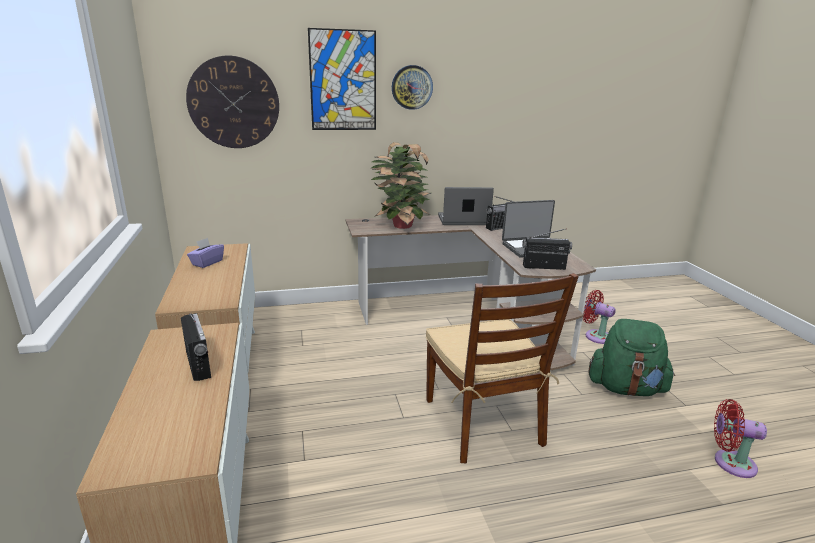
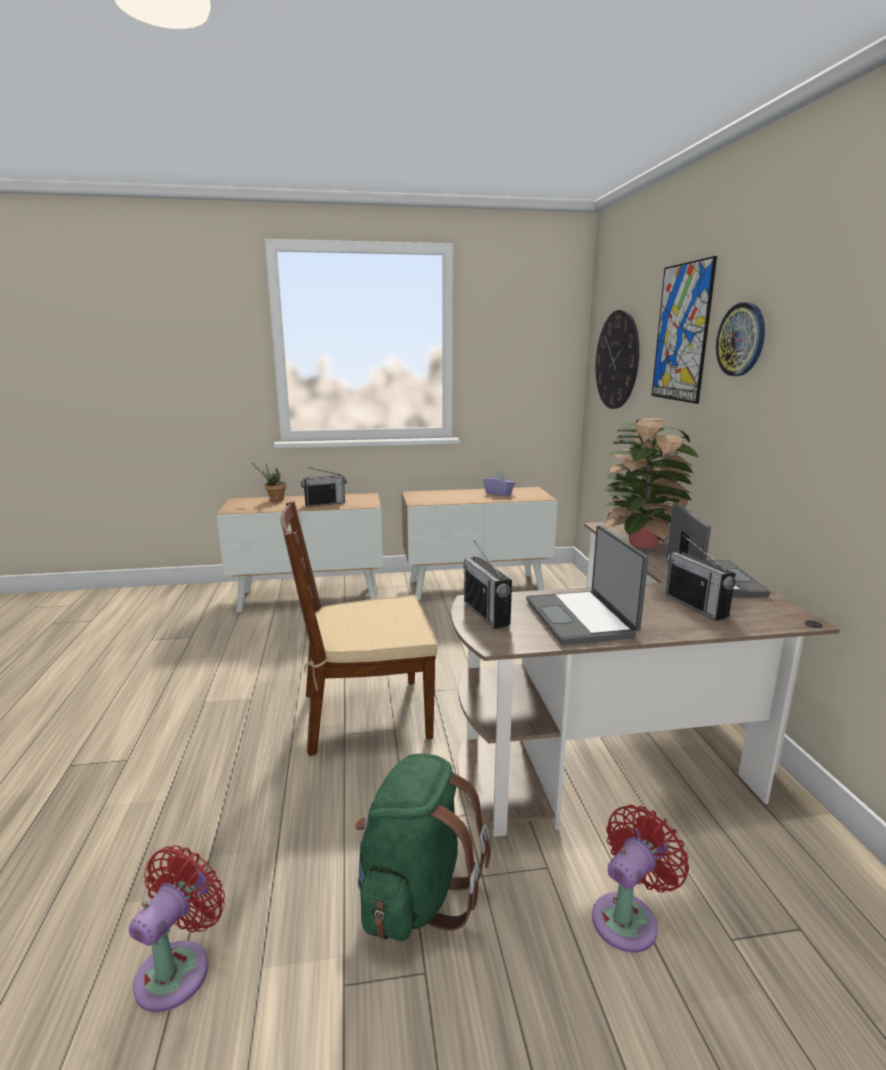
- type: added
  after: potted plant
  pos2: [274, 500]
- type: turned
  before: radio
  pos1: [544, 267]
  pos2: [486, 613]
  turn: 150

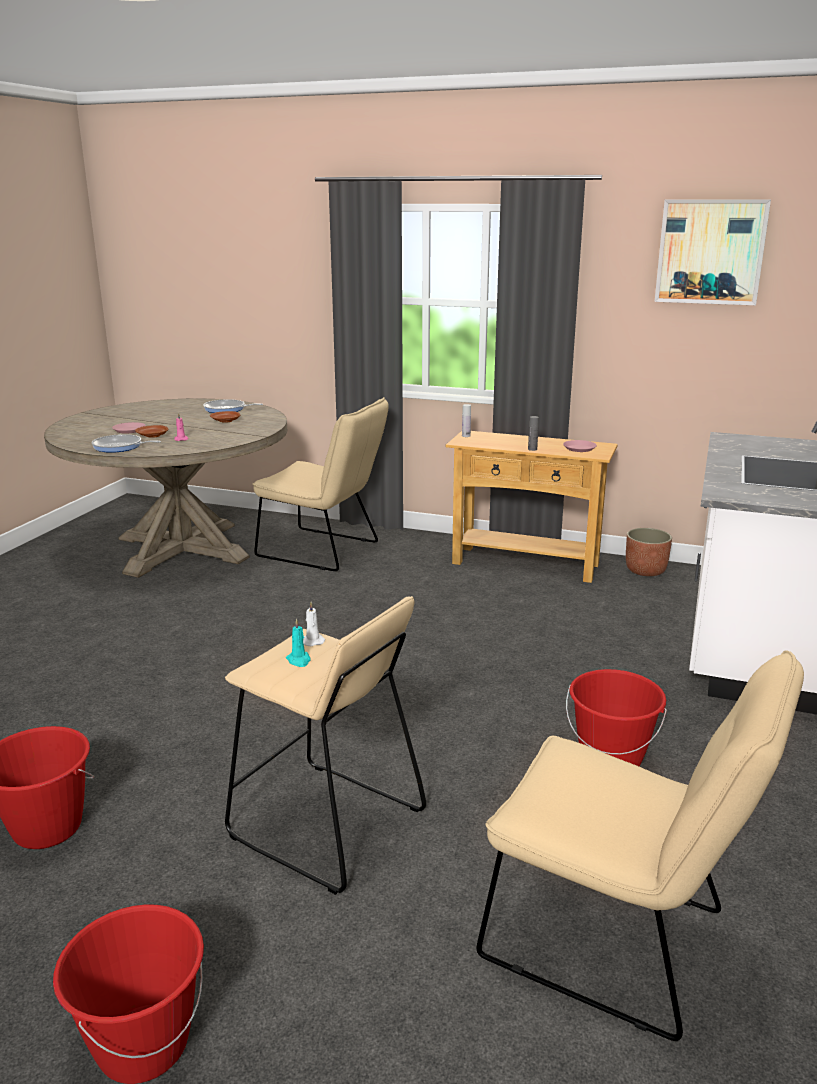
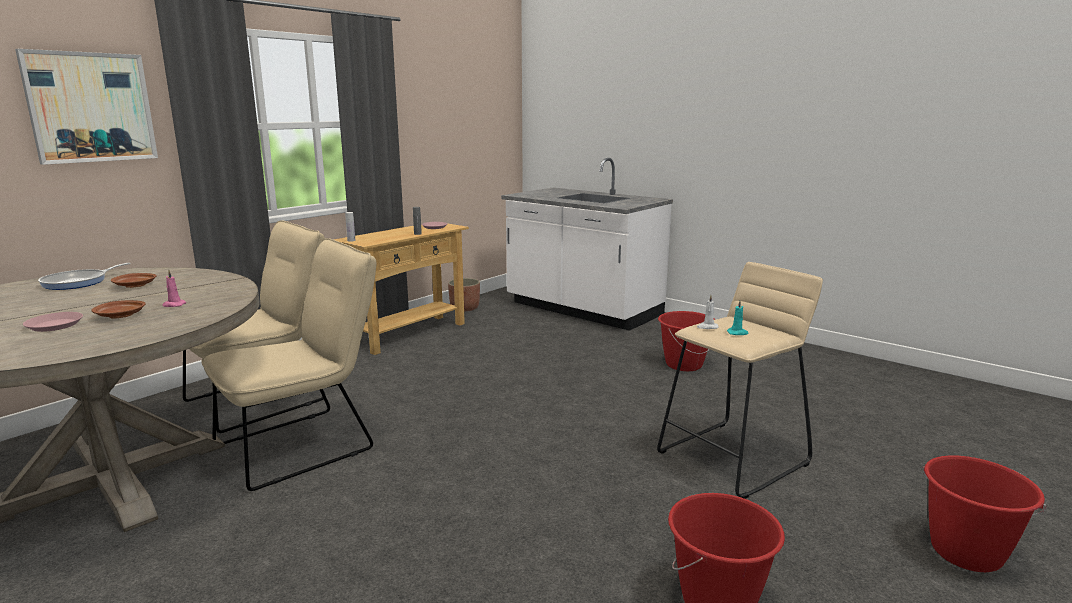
- type: removed
  before: frying pan
  pos1: [120, 447]
- type: moved
  before: beige chair
  pos1: [619, 942]
  pos2: [305, 444]
- type: moved
  before: picture
  pos1: [710, 252]
  pos2: [90, 107]

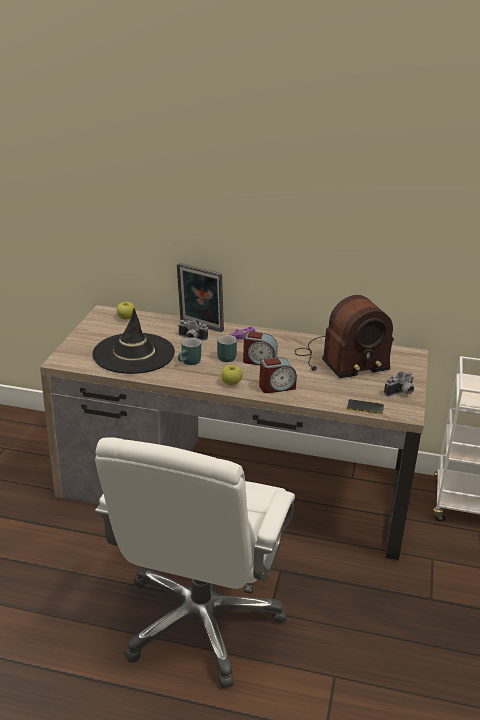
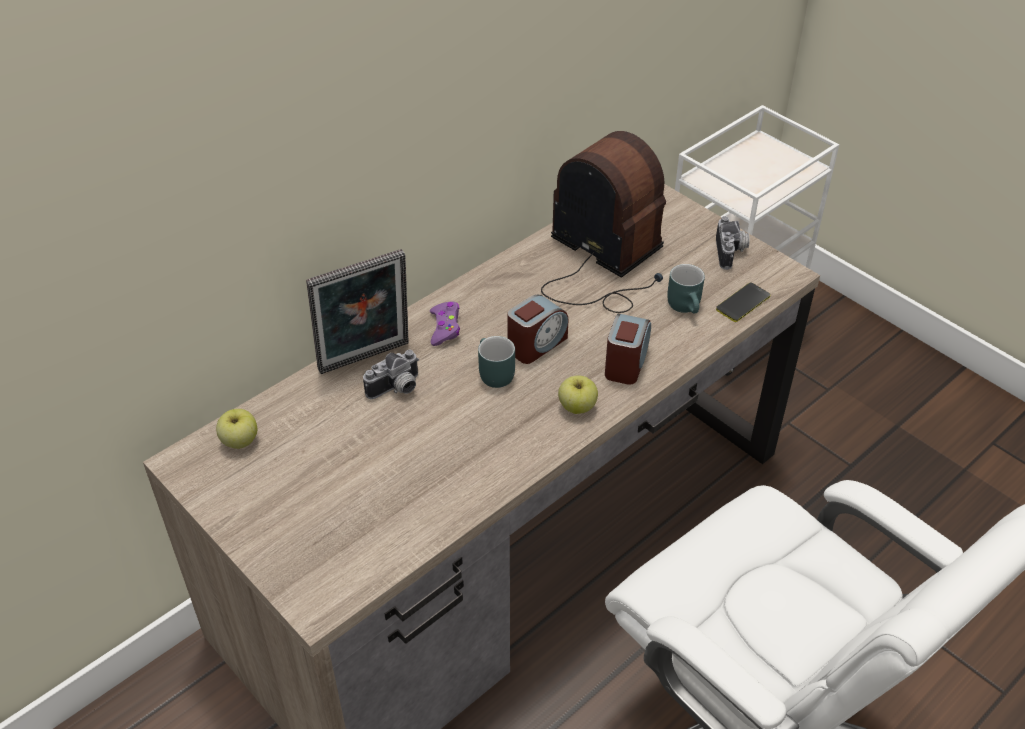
- type: removed
  before: black hat
  pos1: [133, 354]
- type: moved
  before: turquoise mug
  pos1: [190, 362]
  pos2: [687, 306]
- type: turned
  before: radio
  pos1: [339, 360]
  pos2: [603, 263]
  turn: -60

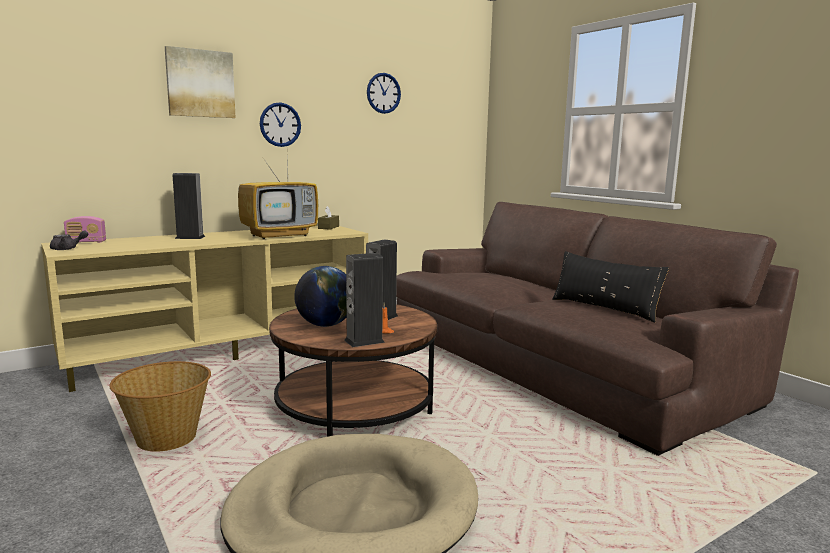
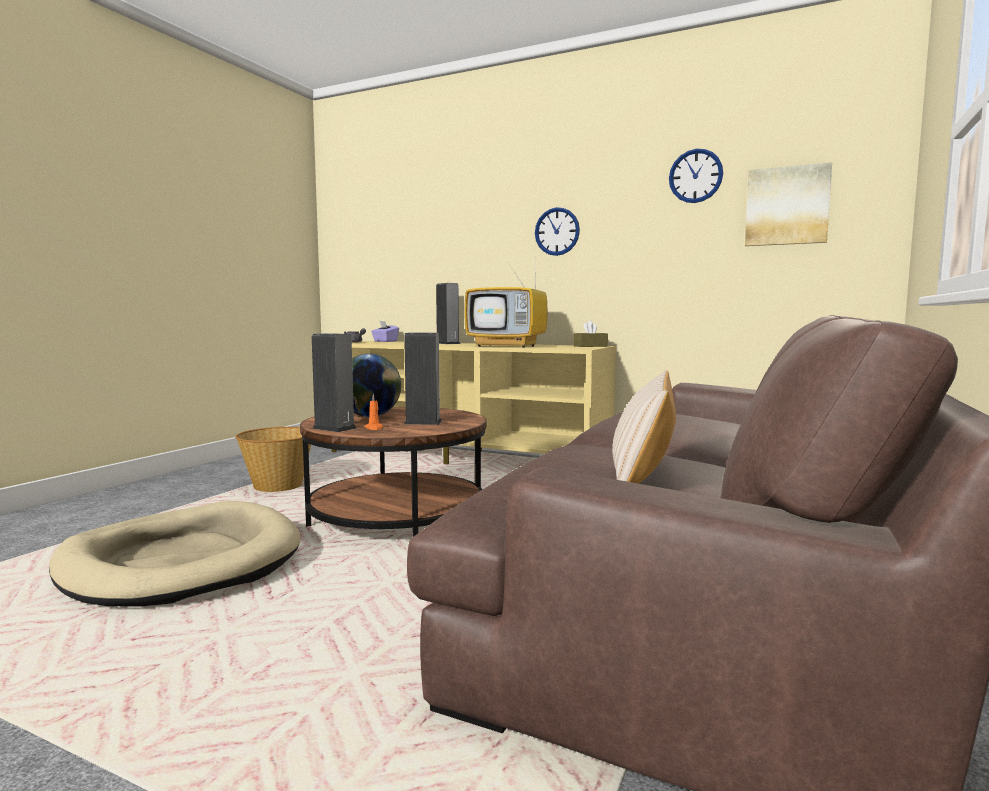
- type: moved
  before: picture
  pos1: [200, 83]
  pos2: [787, 206]
- type: replaced
  before: radio
  after: purple tissue box
  pos1: [86, 242]
  pos2: [385, 341]
- type: recoloured
  before: black pillow
  after: beige pillow
  pos1: [604, 308]
  pos2: [643, 470]

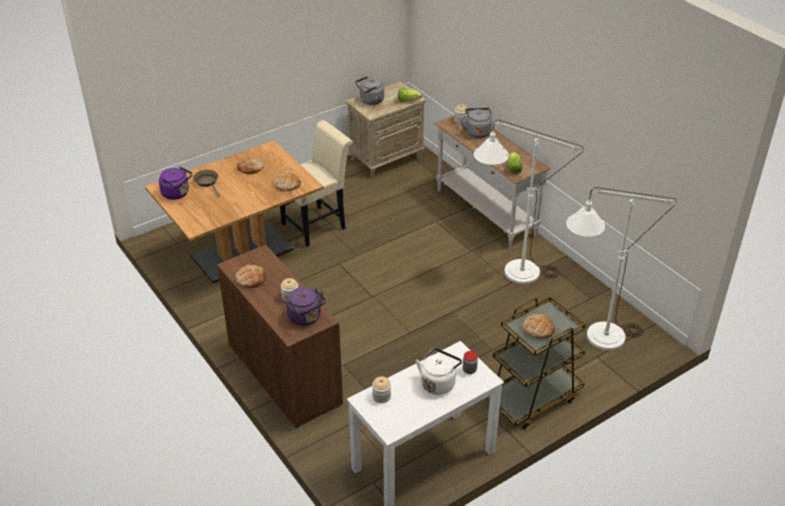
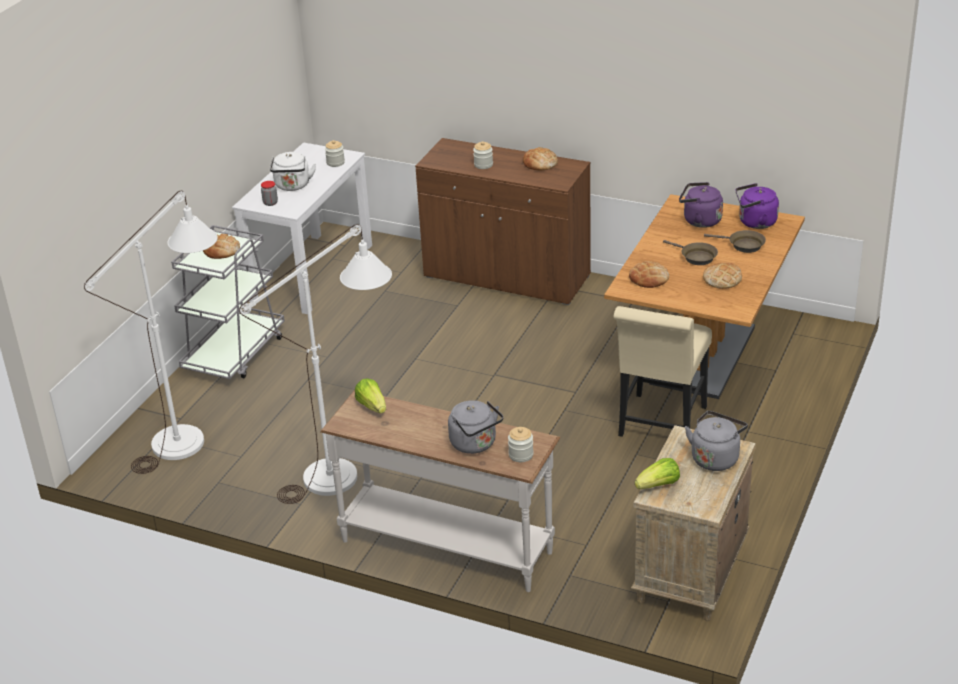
- type: added
  after: brown frying pan
  pos2: [696, 257]
- type: moved
  before: purple kettle
  pos1: [306, 318]
  pos2: [699, 220]
- type: recoloured
  before: brown cart
  after: grey cart
  pos1: [532, 398]
  pos2: [235, 353]

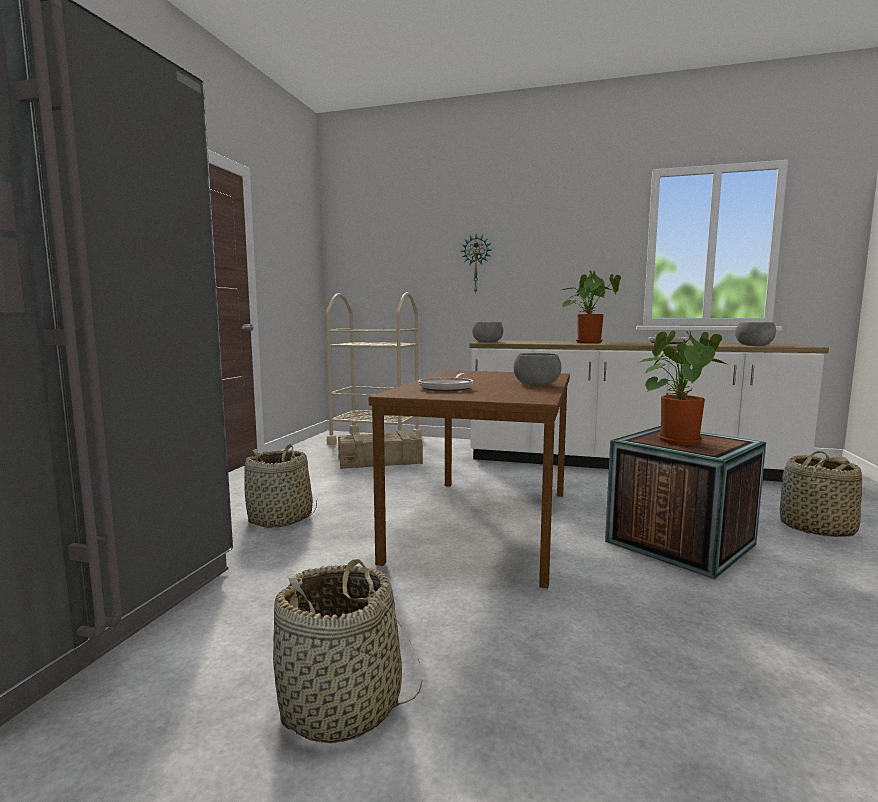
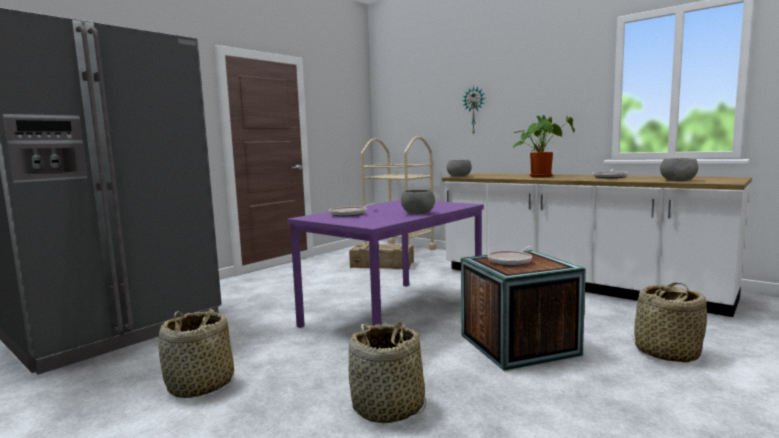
- type: moved
  before: basket
  pos1: [281, 519]
  pos2: [388, 407]
- type: replaced
  before: potted plant
  after: frying pan
  pos1: [676, 440]
  pos2: [511, 261]
- type: recoloured
  before: brown dining table
  after: purple dining table
  pos1: [486, 524]
  pos2: [394, 313]

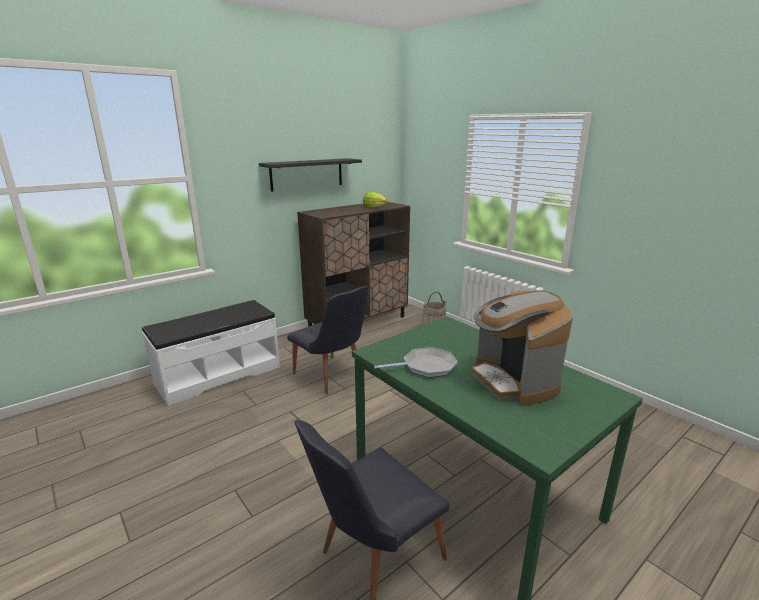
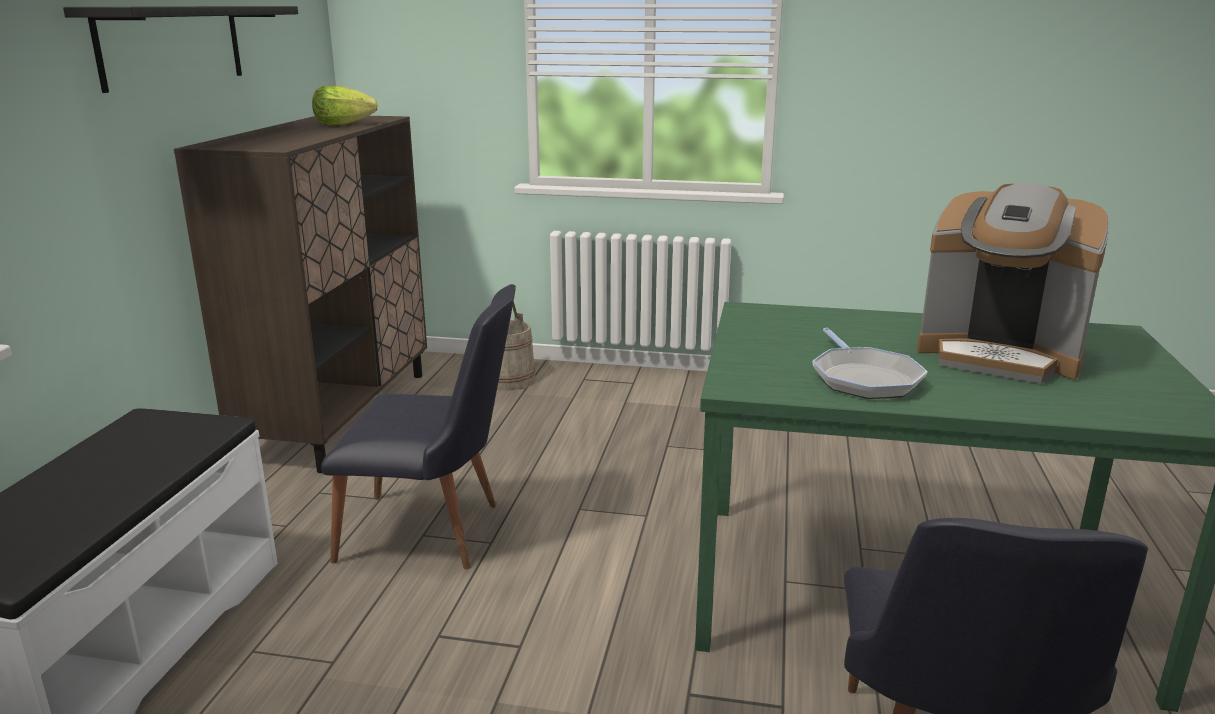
- type: turned
  before: frying pan
  pos1: [426, 367]
  pos2: [863, 378]
  turn: 135

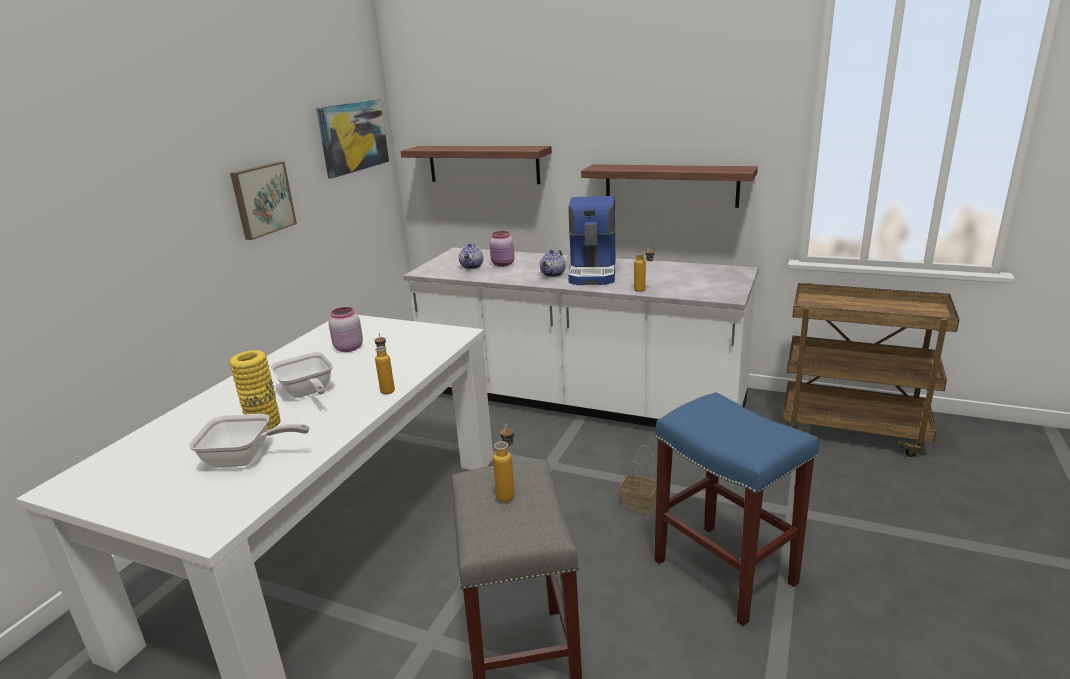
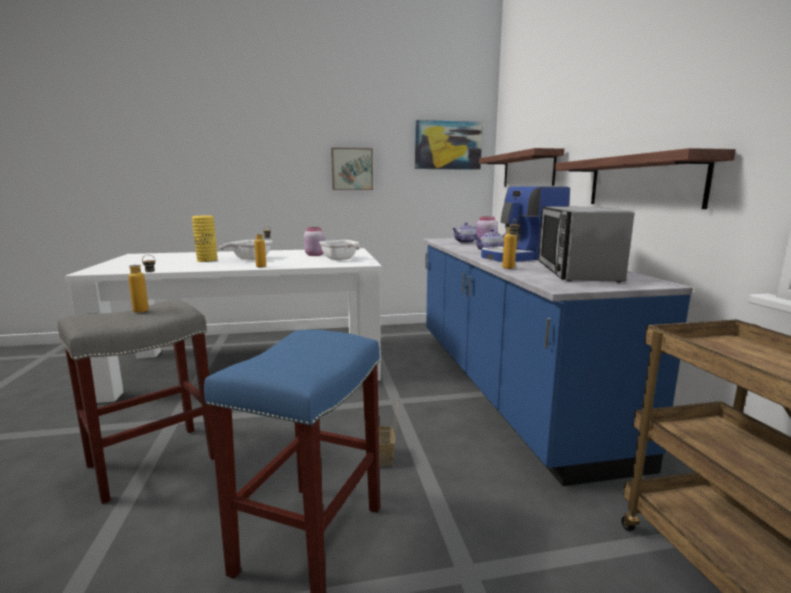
- type: added
  after: microwave
  pos2: [575, 271]
- type: moved
  before: frying pan
  pos1: [245, 458]
  pos2: [341, 259]
- type: recoloured
  before: white counter
  after: blue counter
  pos1: [580, 400]
  pos2: [504, 385]

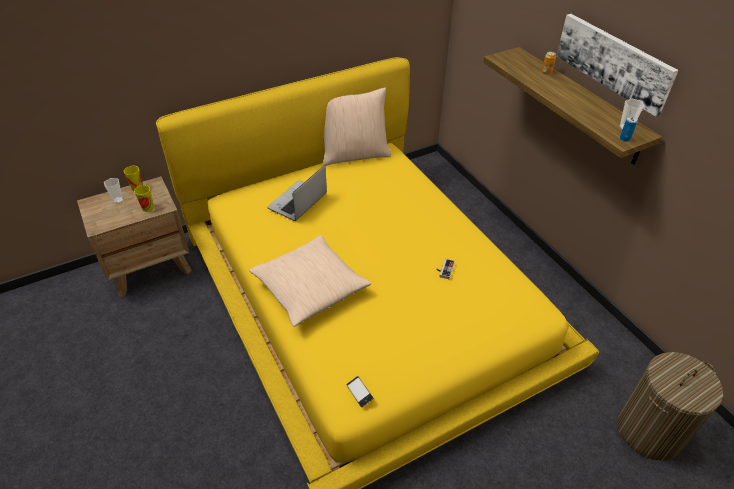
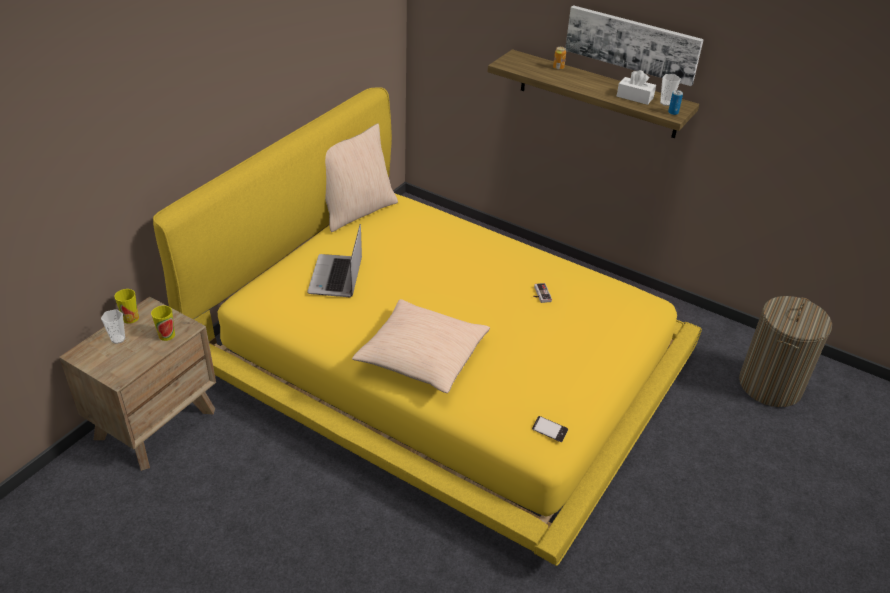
- type: added
  after: white tissue box
  pos2: [634, 97]

